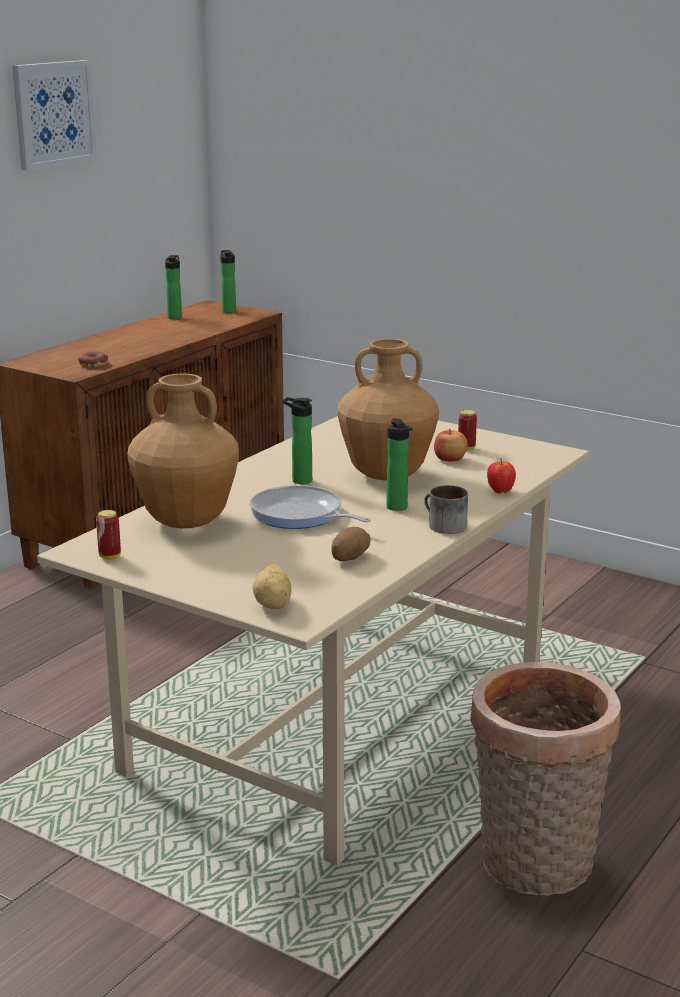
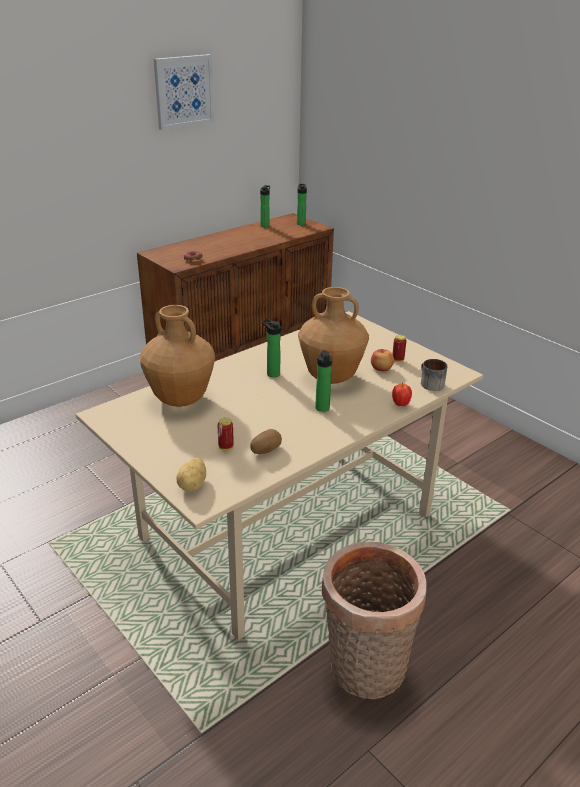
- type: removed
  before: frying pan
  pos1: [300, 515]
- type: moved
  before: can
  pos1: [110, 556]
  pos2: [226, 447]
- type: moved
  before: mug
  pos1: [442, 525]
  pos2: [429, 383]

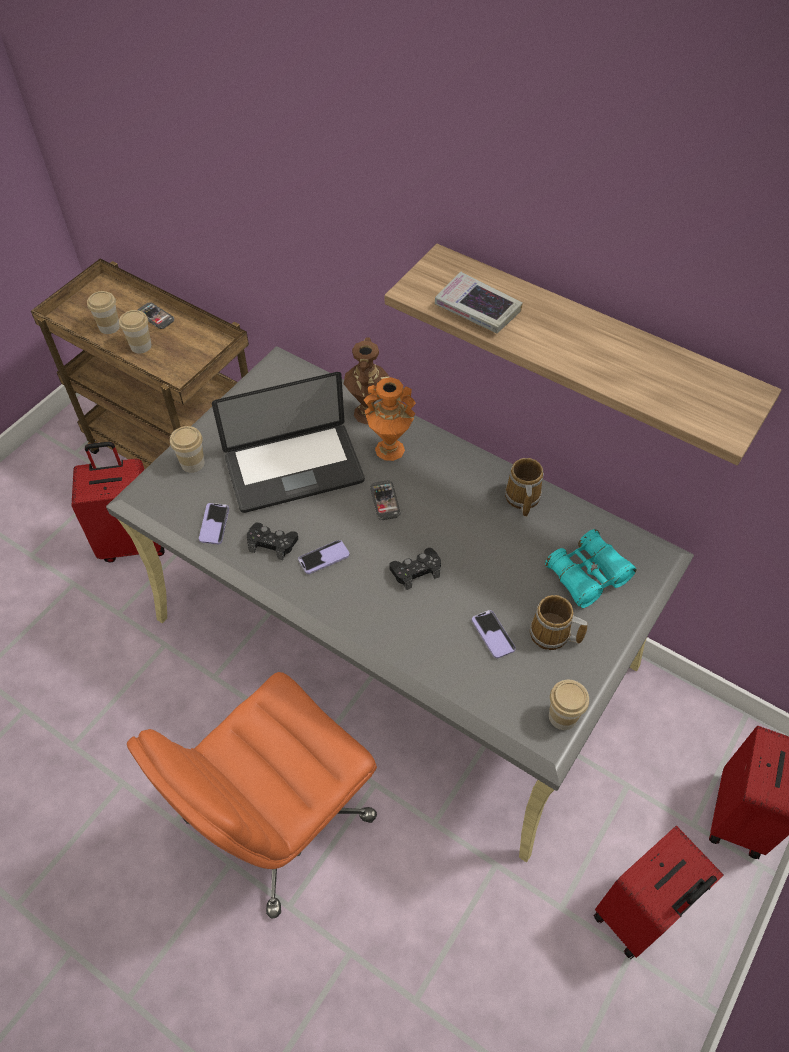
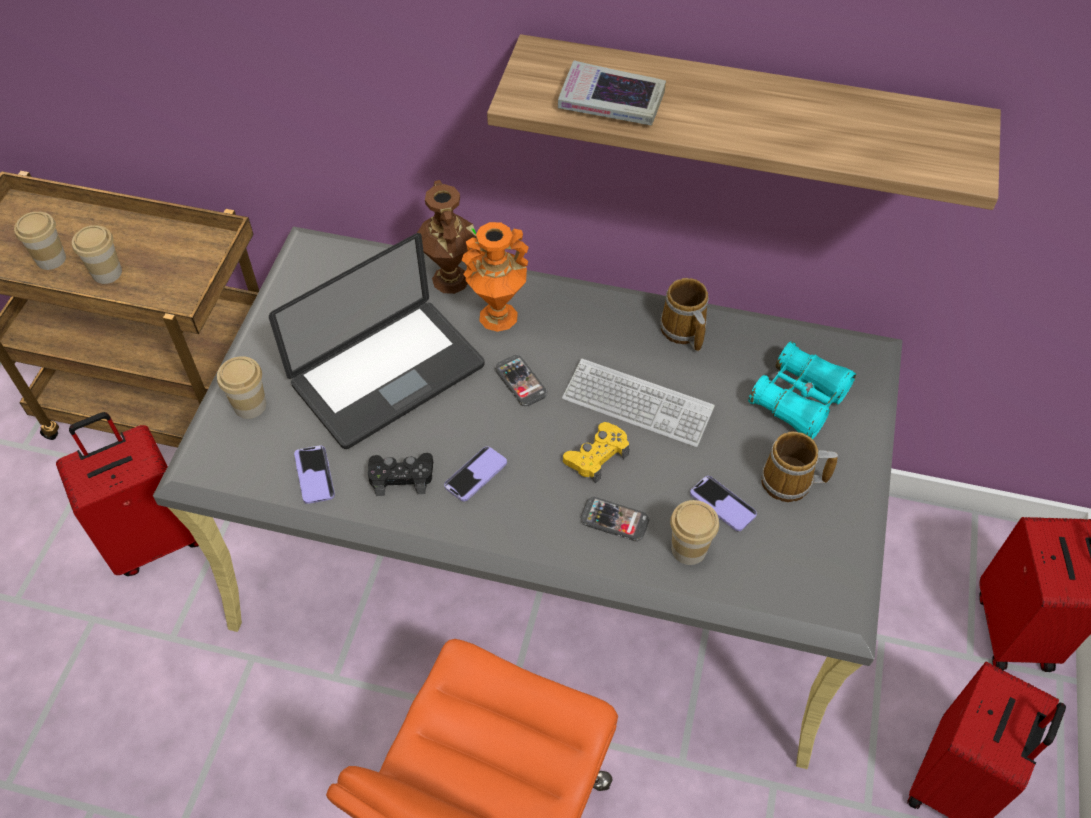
- type: added
  after: keyboard
  pos2: [637, 404]
- type: moved
  before: phone
  pos1: [156, 317]
  pos2: [614, 520]
- type: moved
  before: cup
  pos1: [562, 716]
  pos2: [689, 549]
- type: recoloured
  before: black game controller
  after: yellow game controller
  pos1: [416, 571]
  pos2: [597, 456]

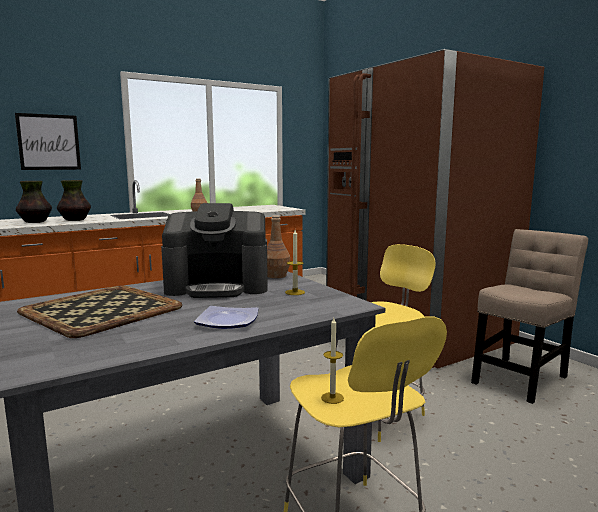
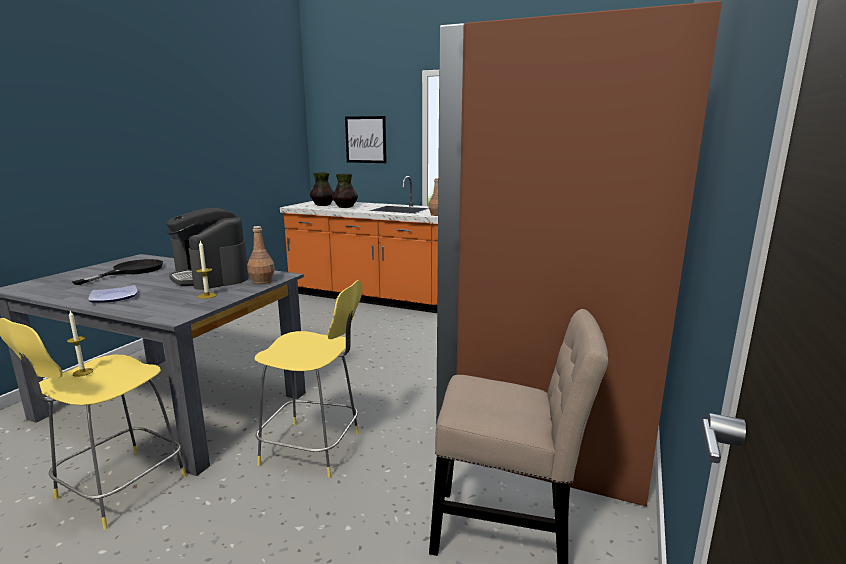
- type: replaced
  before: tray
  after: black frying pan
  pos1: [100, 310]
  pos2: [131, 271]

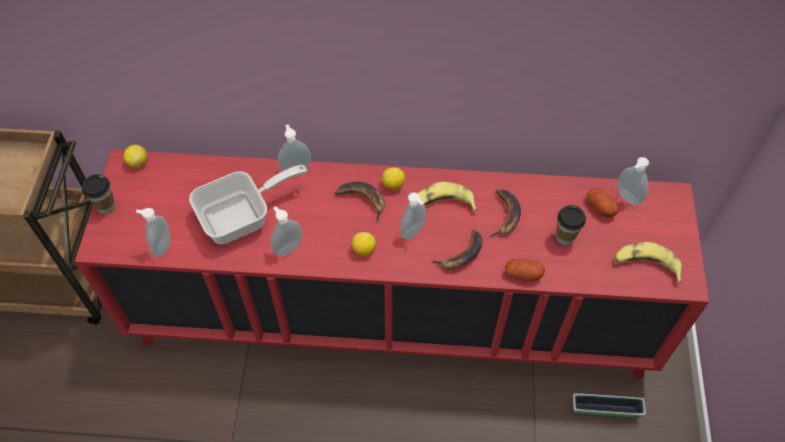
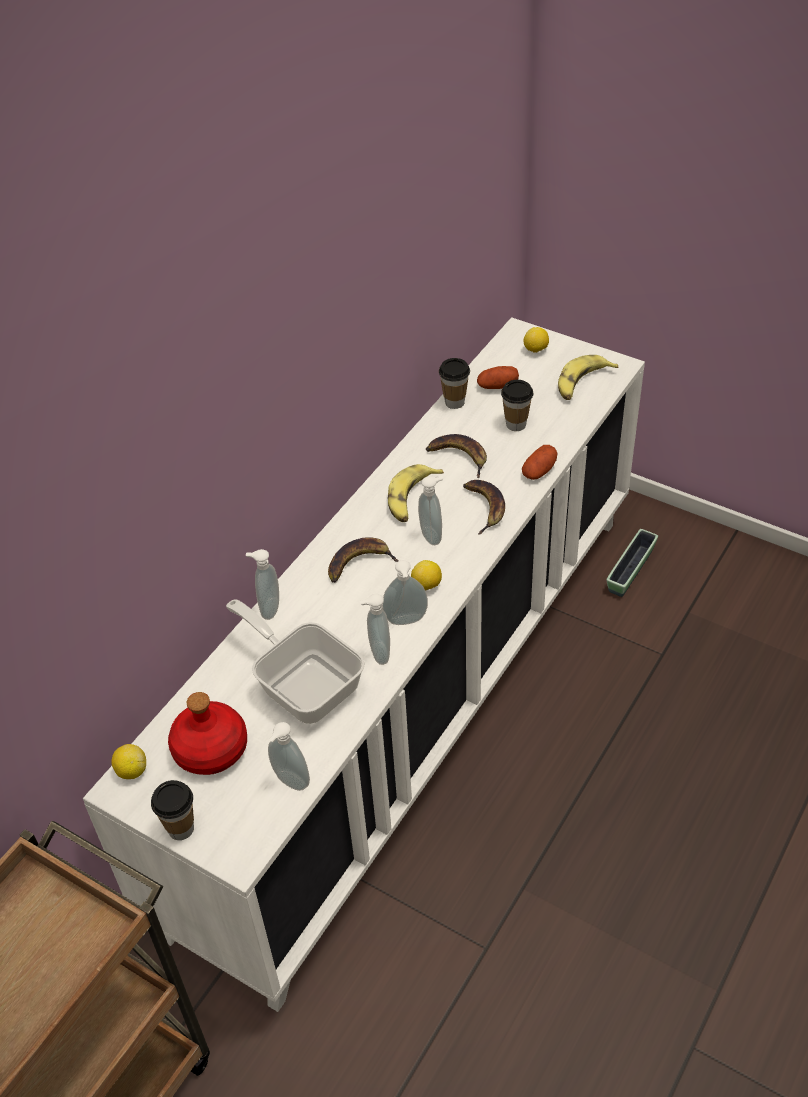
- type: added
  after: red bottle
  pos2: [210, 749]
- type: added
  after: cup
  pos2: [454, 402]
- type: moved
  before: lemon
  pos1: [393, 185]
  pos2: [536, 350]
- type: moved
  before: soap dispenser
  pos1: [626, 198]
  pos2: [406, 621]
- type: recoloured
  before: red cabinet
  after: white cabinet
  pos1: [392, 316]
  pos2: [412, 707]
- type: turned
  before: frying pan
  pos1: [243, 217]
  pos2: [303, 682]
  turn: -45

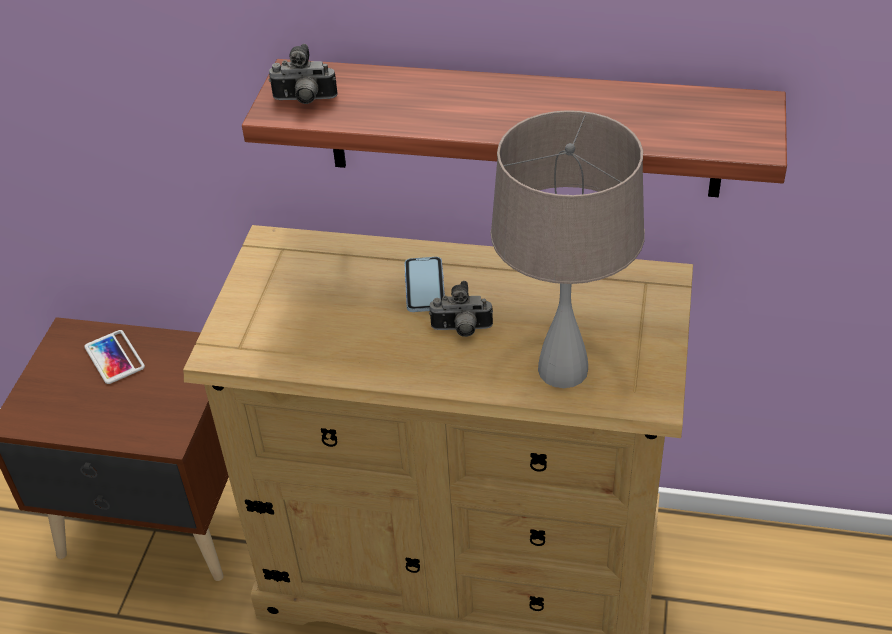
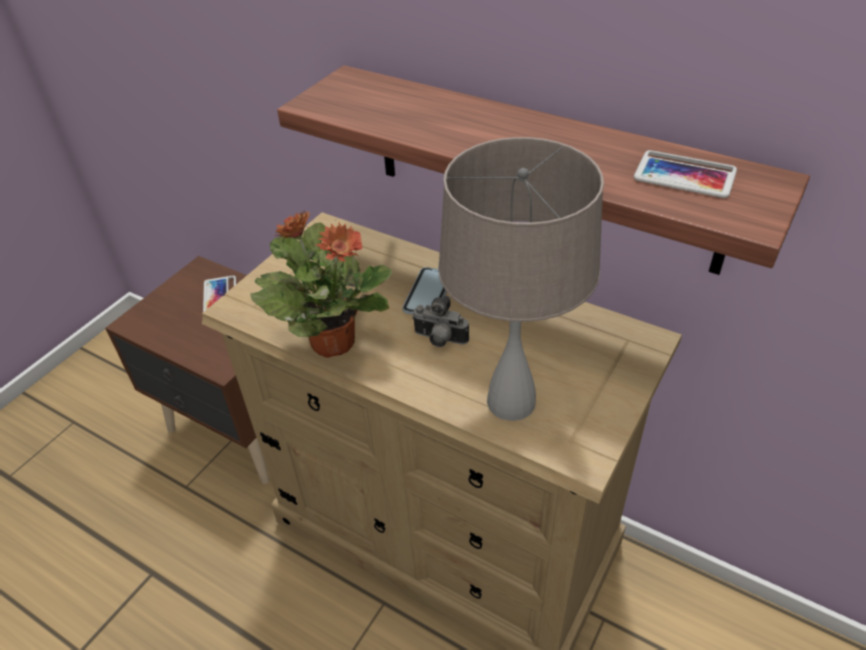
- type: removed
  before: photo camera
  pos1: [304, 101]
- type: added
  after: potted plant
  pos2: [332, 341]
- type: added
  after: phone
  pos2: [684, 175]

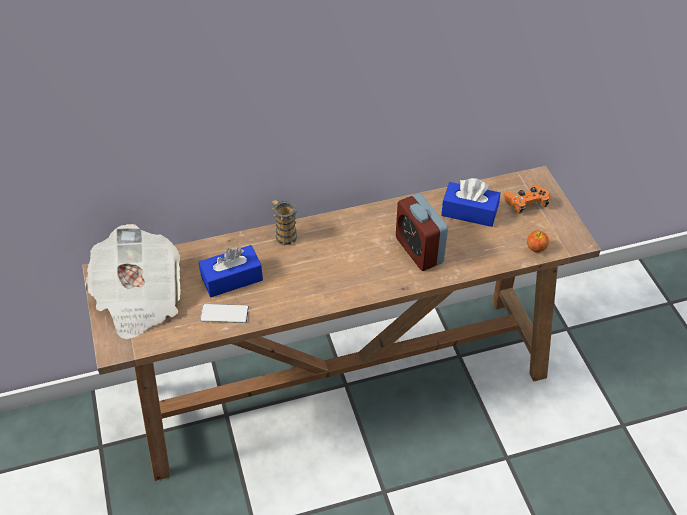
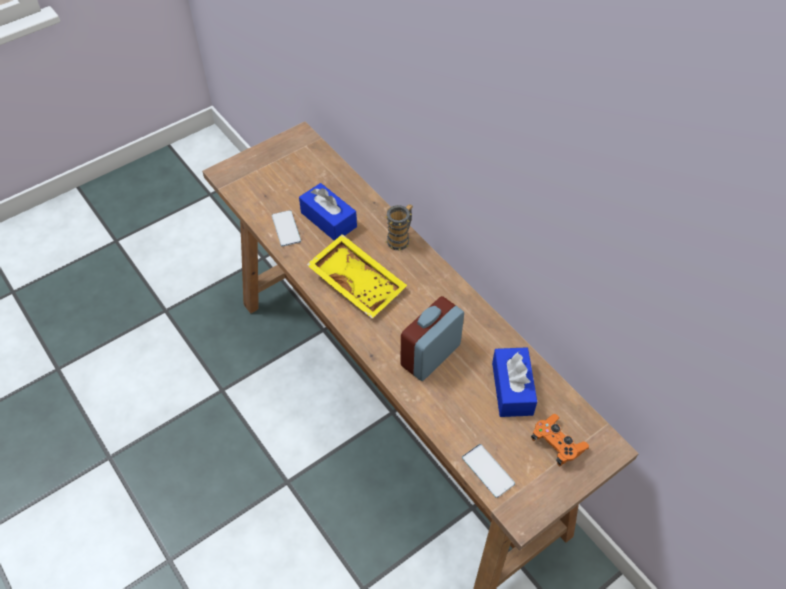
- type: removed
  before: newspaper
  pos1: [138, 299]
- type: added
  after: yellow tray
  pos2: [358, 282]
- type: replaced
  before: apple
  after: phone
  pos1: [536, 248]
  pos2: [488, 470]

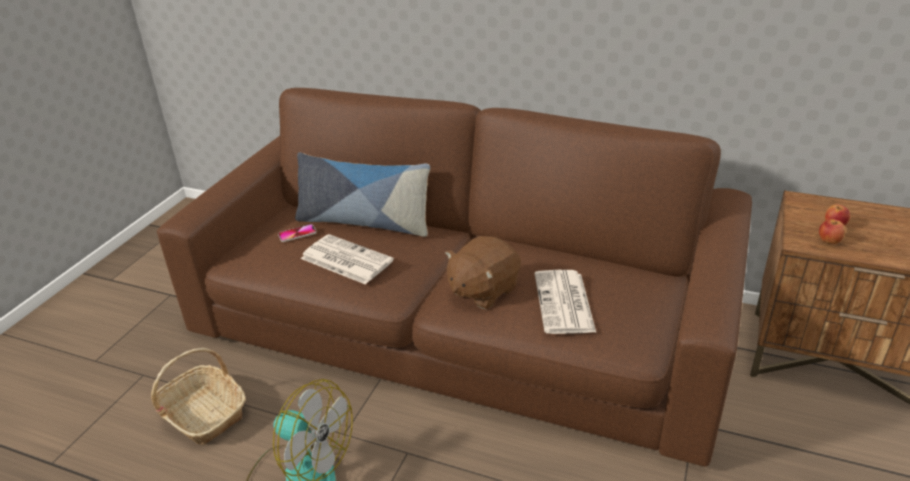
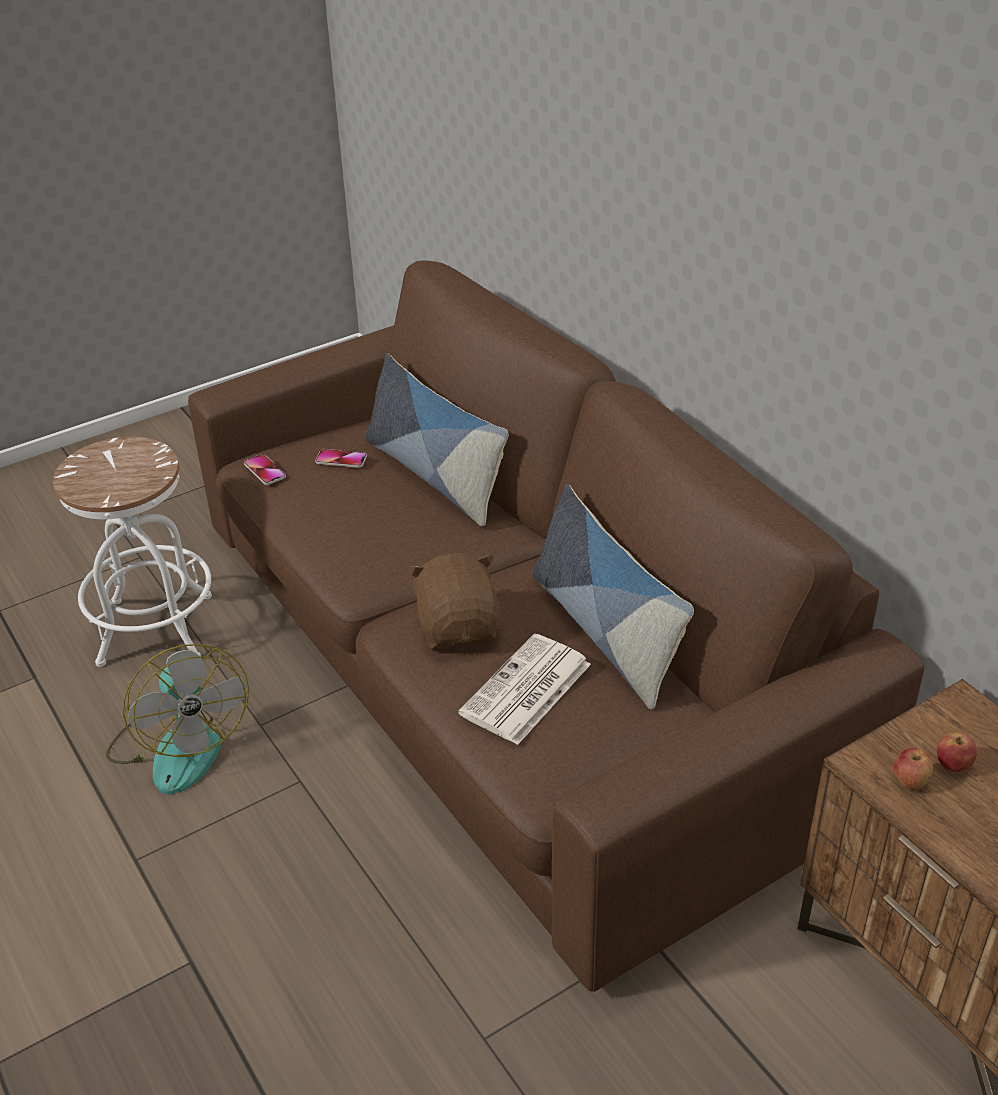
- type: removed
  before: newspaper
  pos1: [345, 260]
- type: added
  after: phone
  pos2: [264, 470]
- type: added
  after: pillow
  pos2: [605, 632]
- type: replaced
  before: basket
  after: white stool
  pos1: [203, 414]
  pos2: [155, 629]
- type: turned
  before: brown plush toy
  pos1: [482, 290]
  pos2: [459, 628]
  turn: 90

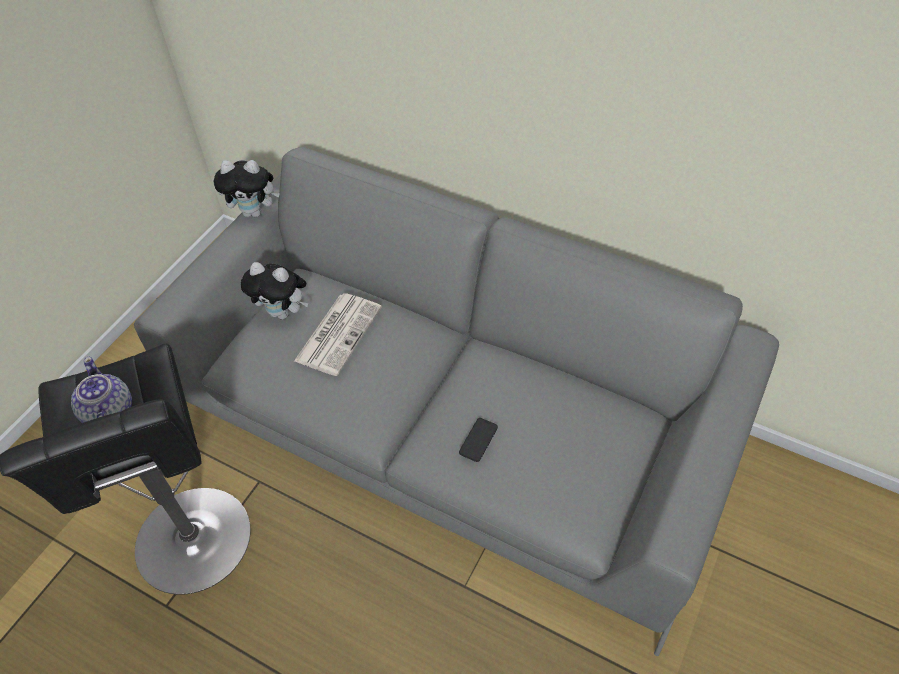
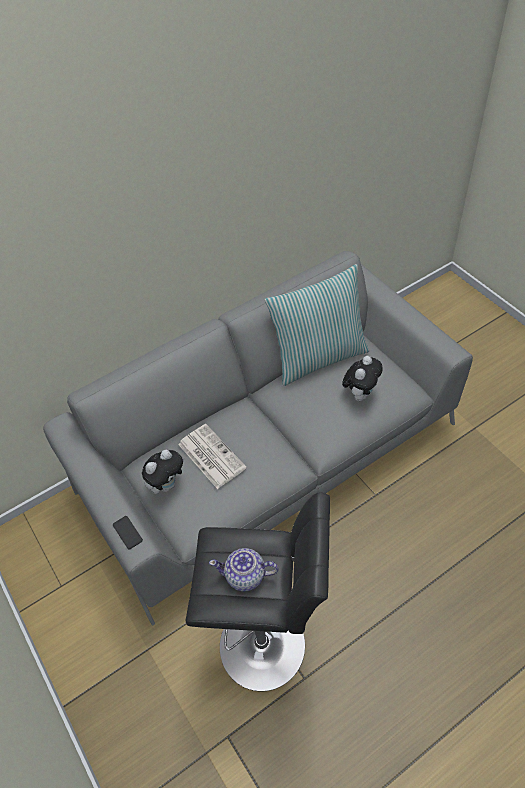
- type: added
  after: pillow
  pos2: [318, 357]
- type: moved
  before: plush toy
  pos1: [255, 212]
  pos2: [360, 393]
- type: moved
  before: phone
  pos1: [478, 440]
  pos2: [127, 532]

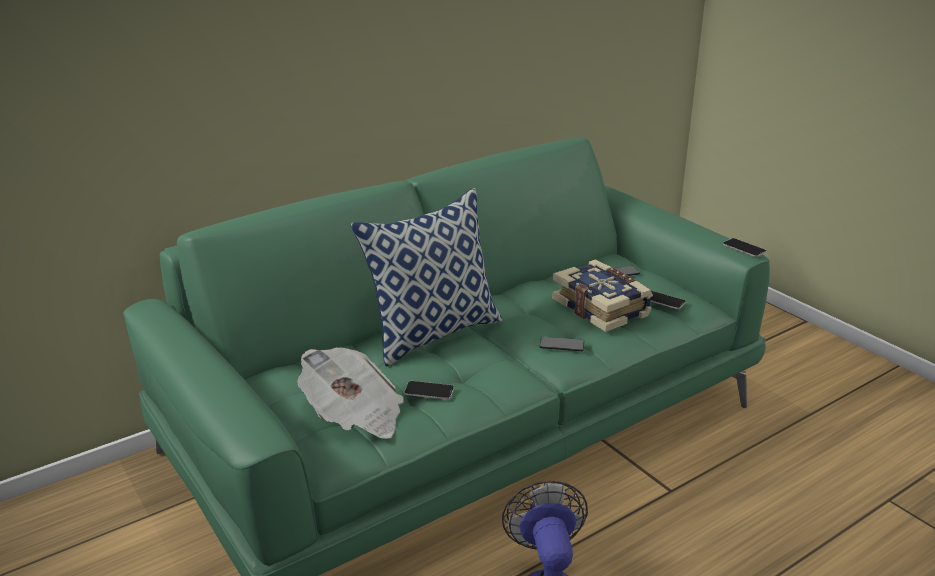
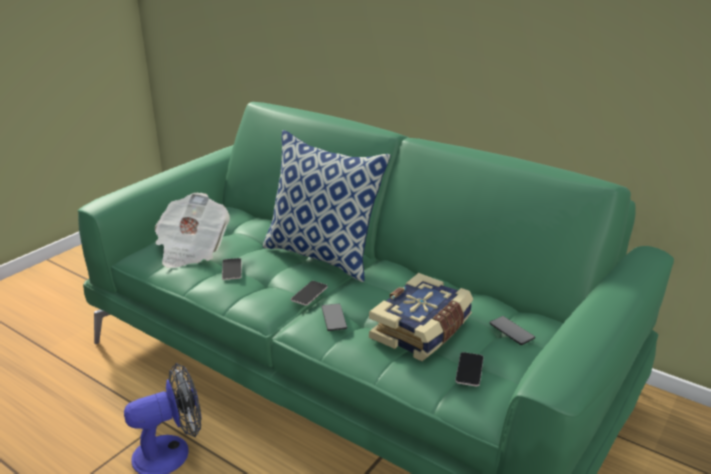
- type: moved
  before: phone
  pos1: [744, 248]
  pos2: [309, 293]

